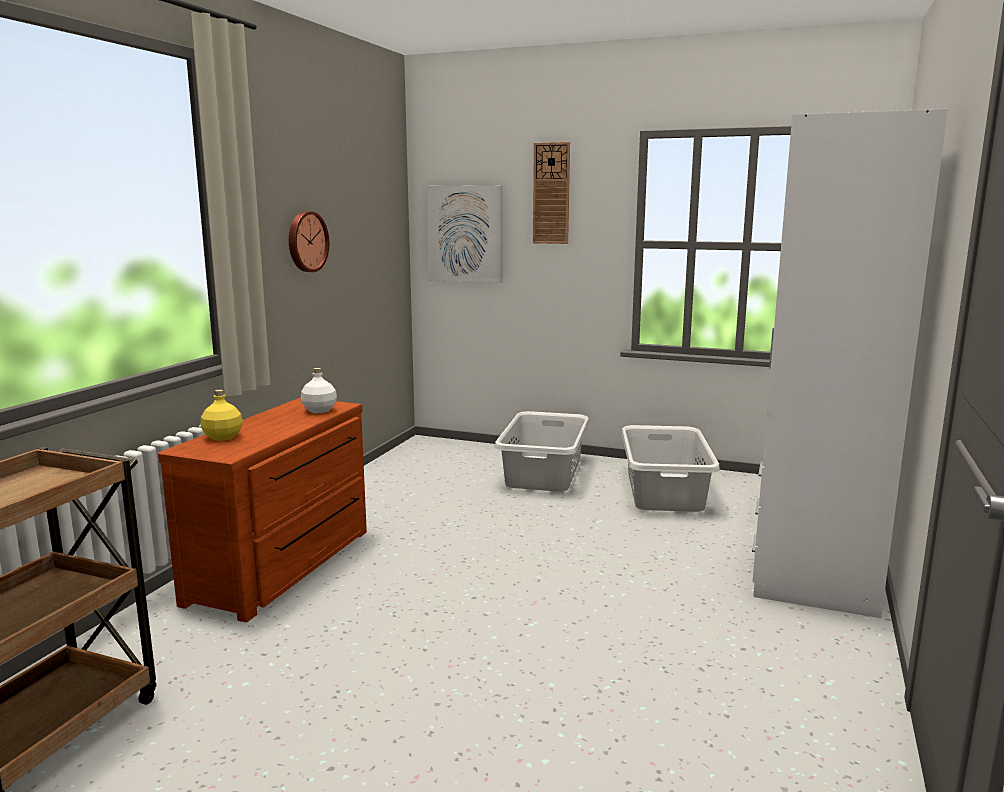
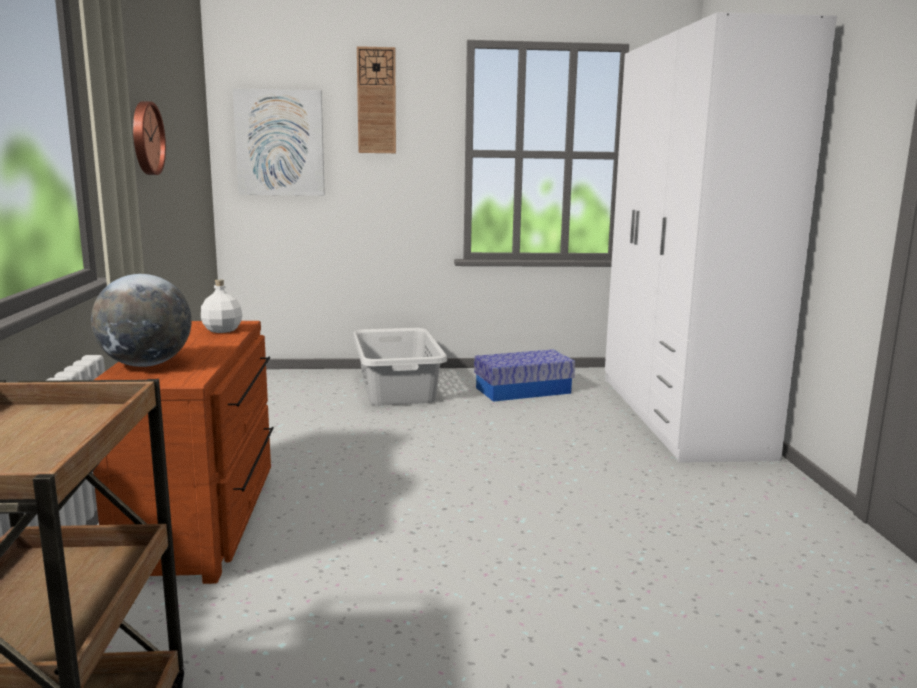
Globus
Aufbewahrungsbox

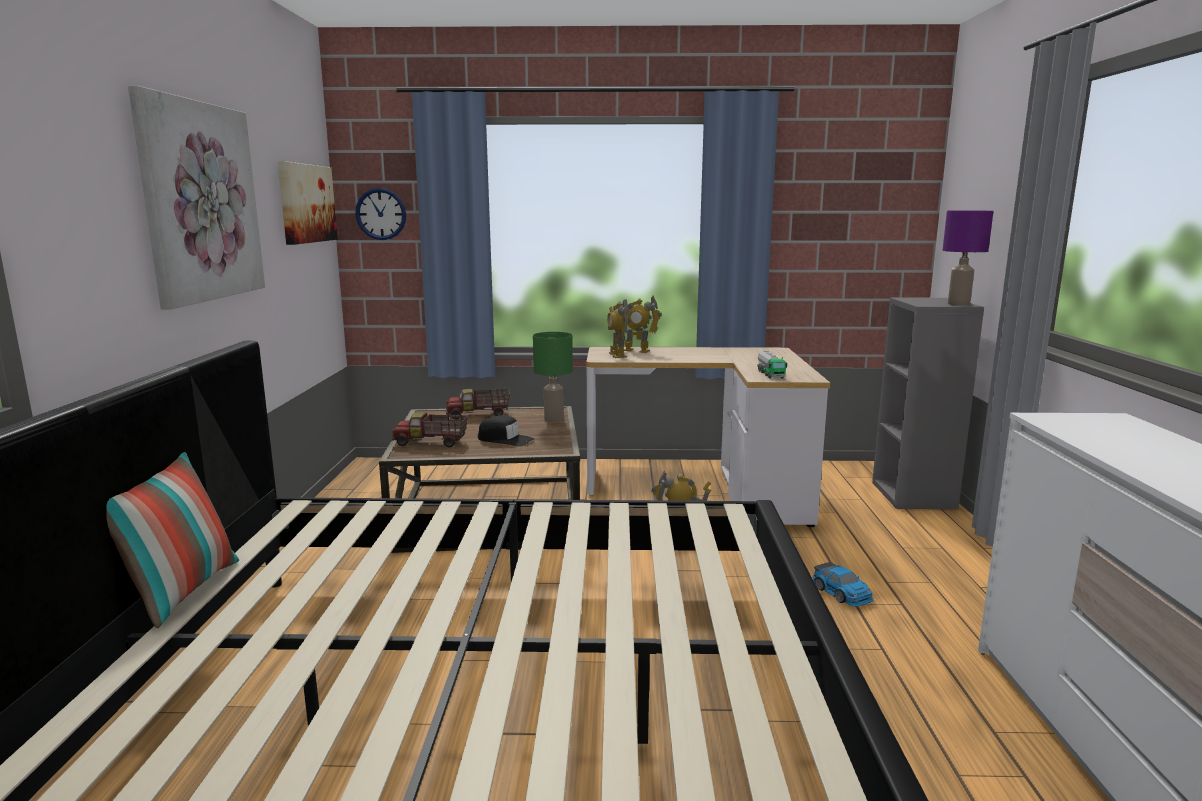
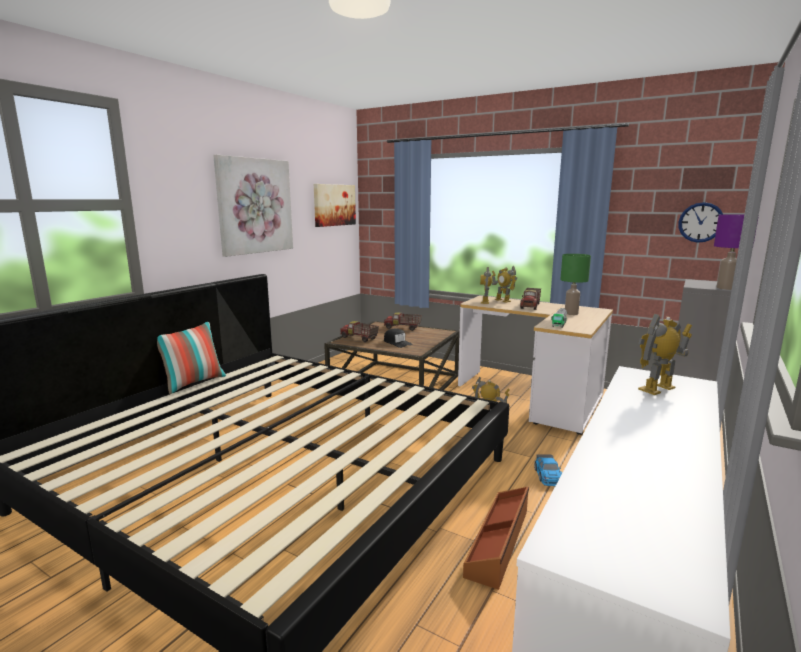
Wanduhr
Tischlampe/grün
Aufbewahrungsbox/braun
Spielzeuglaster (3rd from left)
Spielzeugroboter (4th from left)

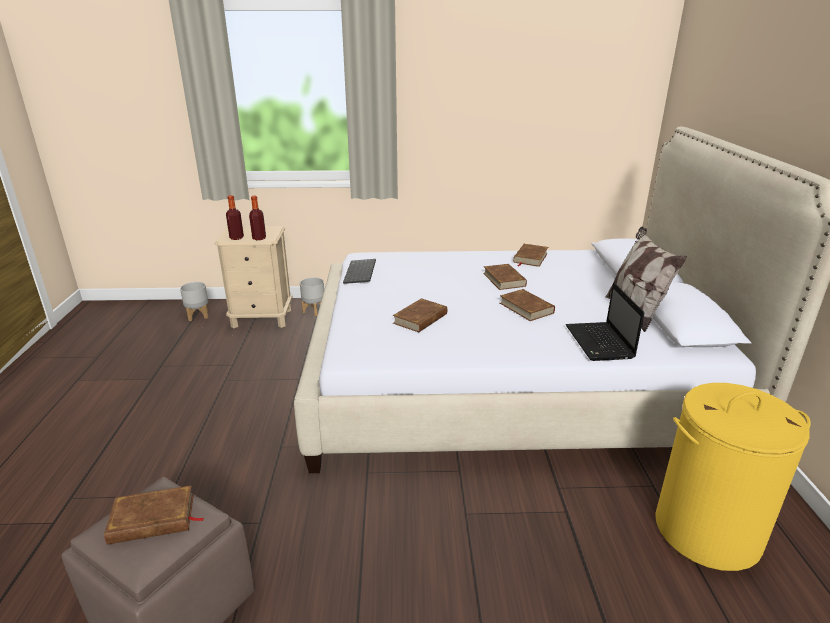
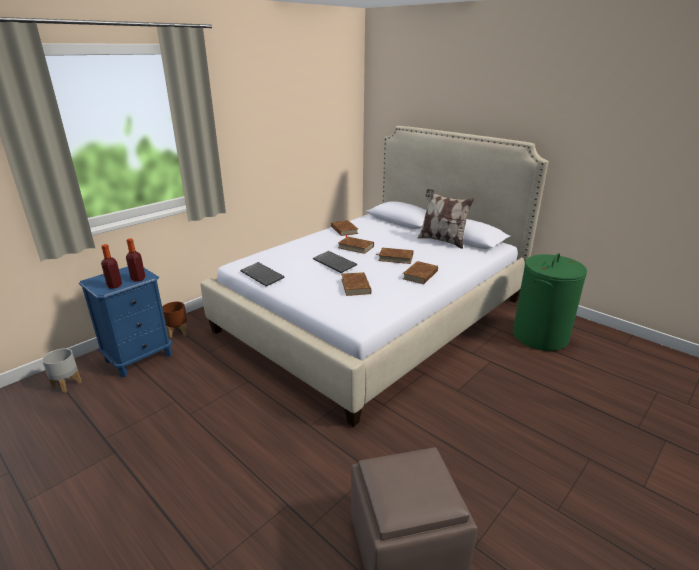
Buch/braun (5th from left)
Nachttisch/blau
Pflanzkübel/braun
Laptop
Wäschekorb/grün
Tastatur (2nd from left)

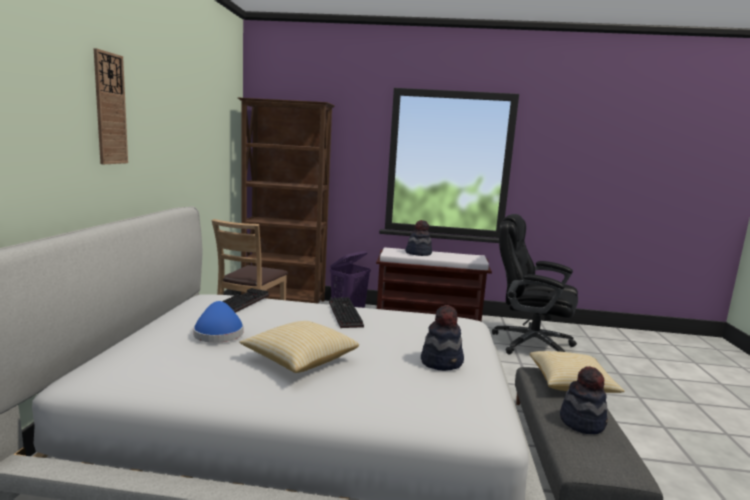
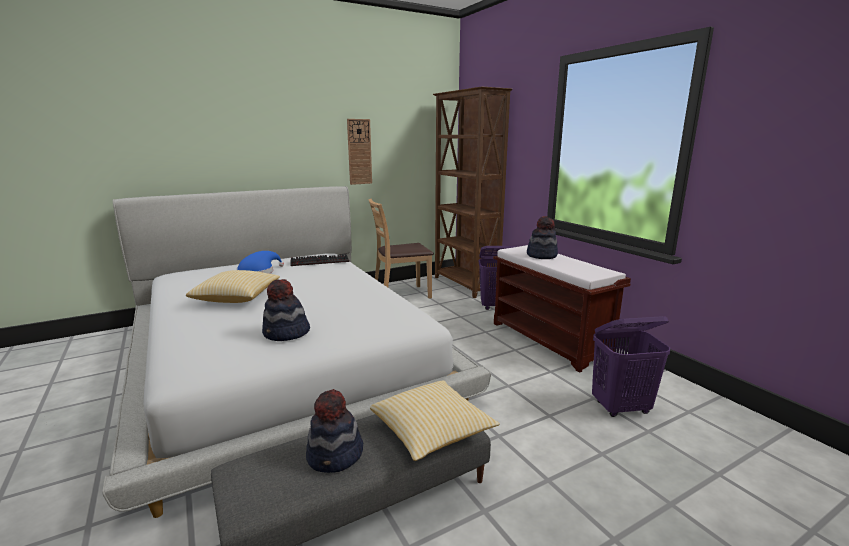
Wanduhr
Tastatur (2nd from left in the first image)
Wäschekorb/lila (2nd from left)

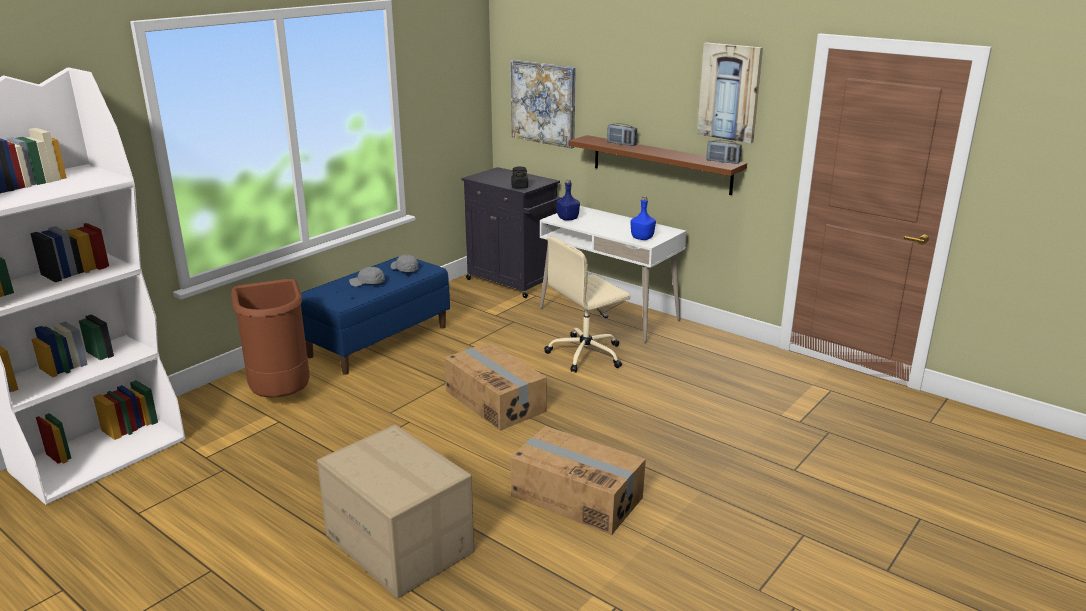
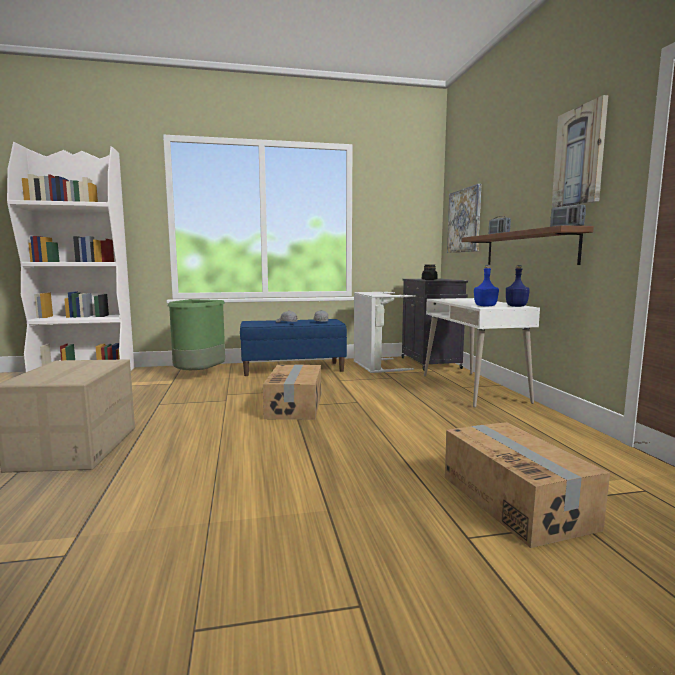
Mülleimer/grün
Karton (3rd from left)
Bürostuhl/beige
Flasche/blau (2nd from left)
Wäschekorb/grau

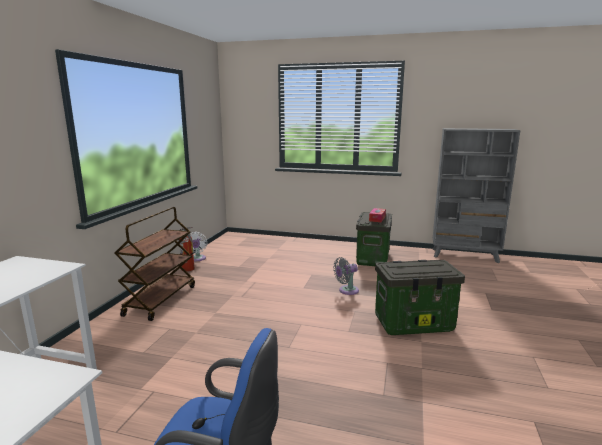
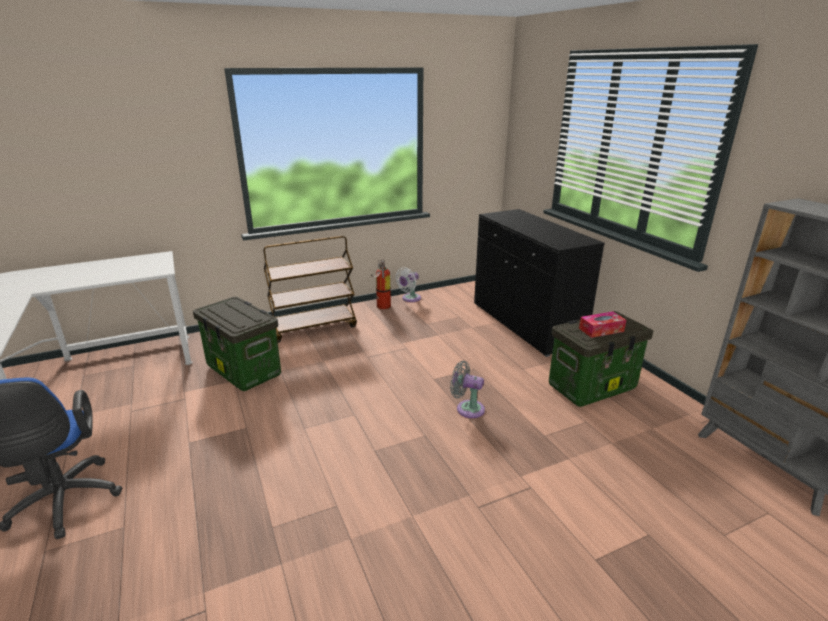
Aufbewahrungsbox (1st from left)
Schrank/schwarz

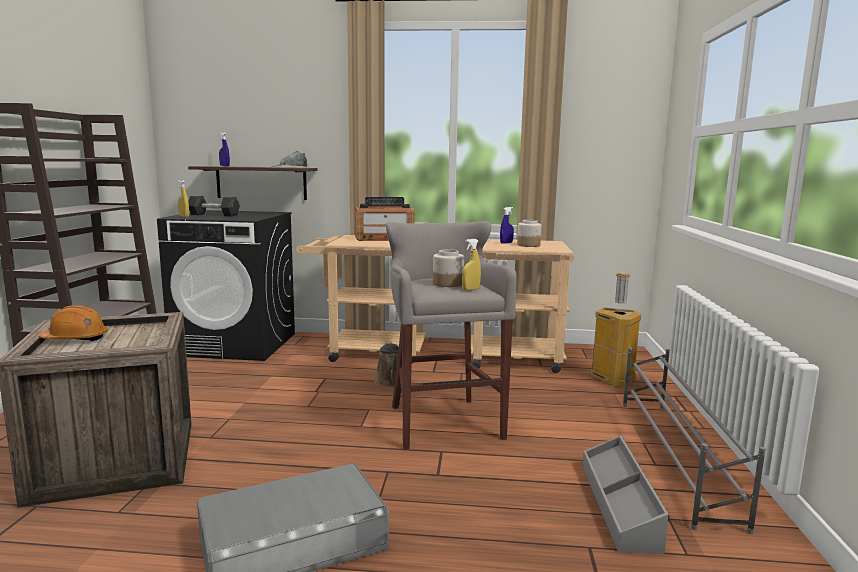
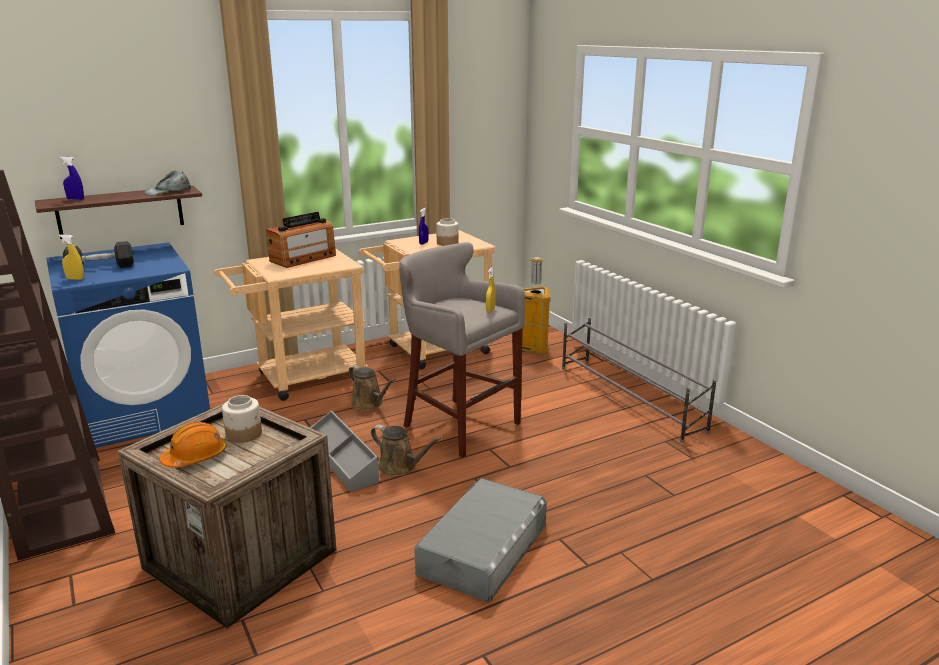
Waschmaschine/blau
Vorratsglas (1st from left)
Aufbewahrungsbox/grau (1st from left)
Gießkanne/braun (2nd from left)

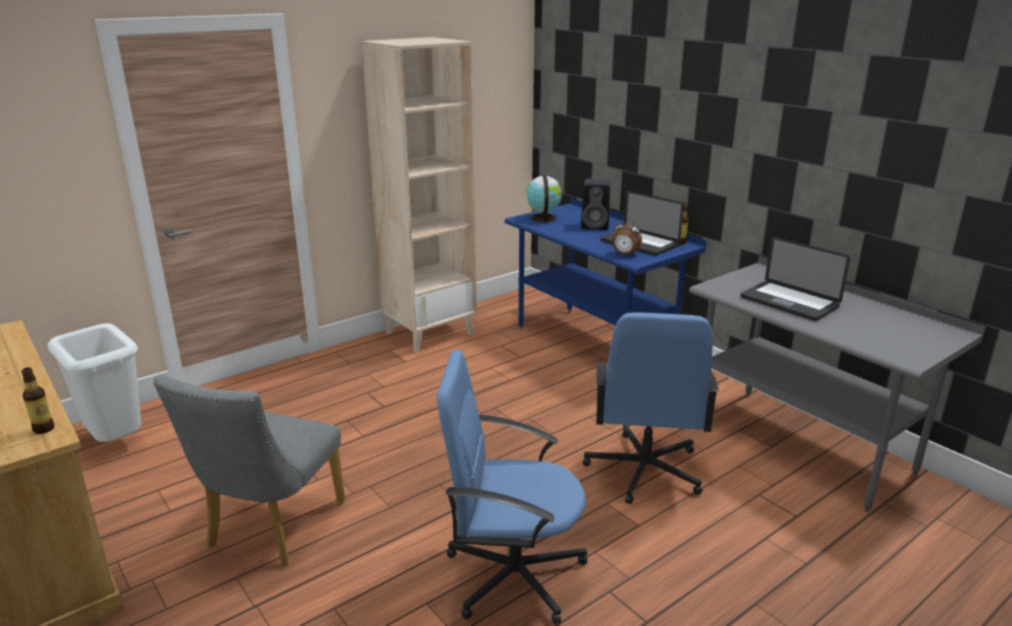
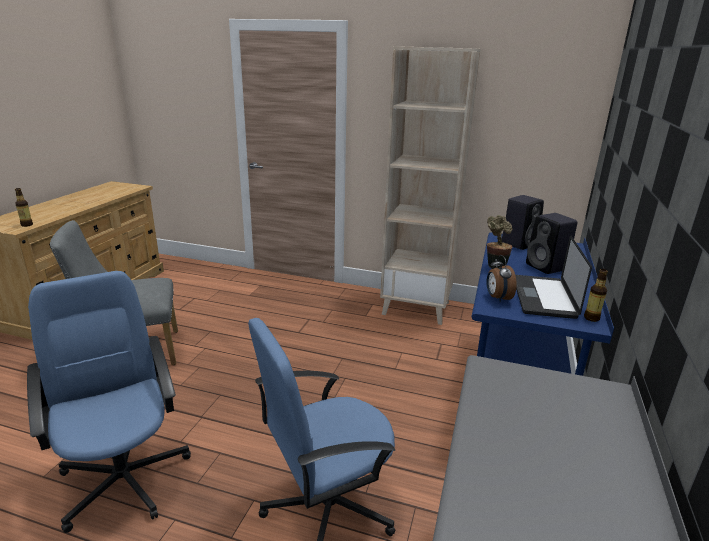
Mülleimer/weiß
Lautsprecher/schwarz (1st from left)
Laptop (2nd from left in the first image)
Topfpflanze

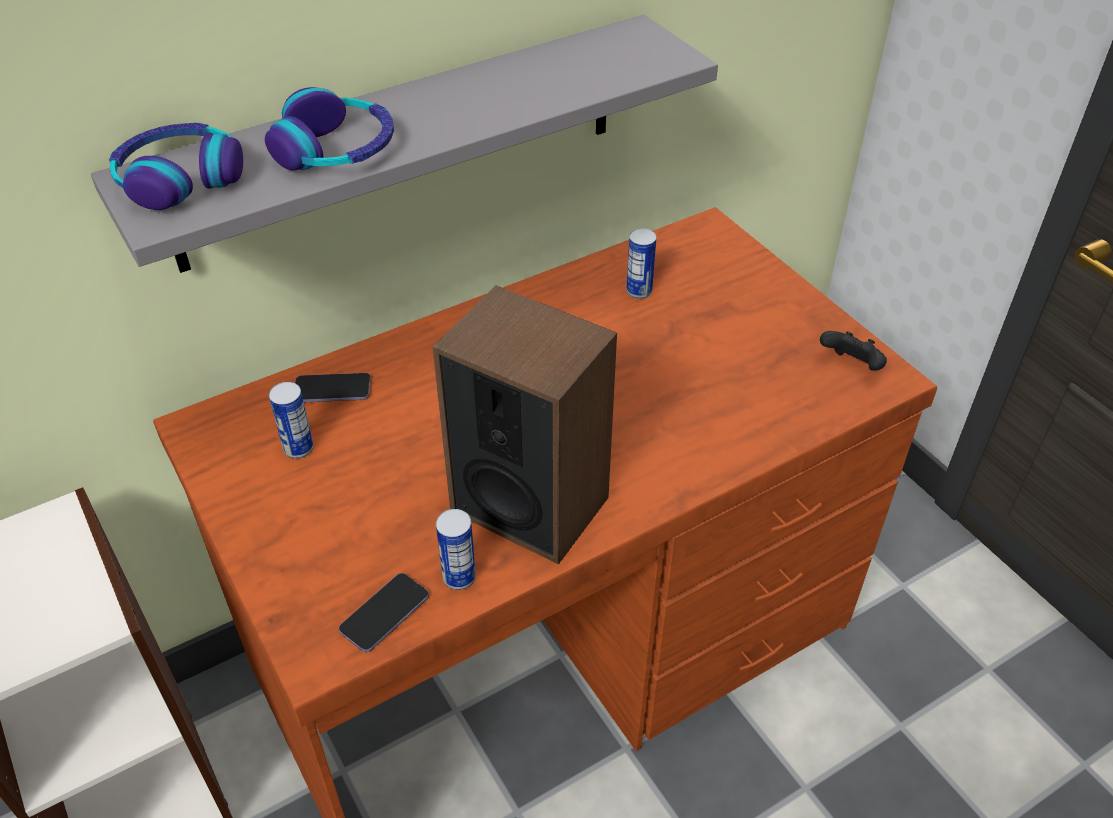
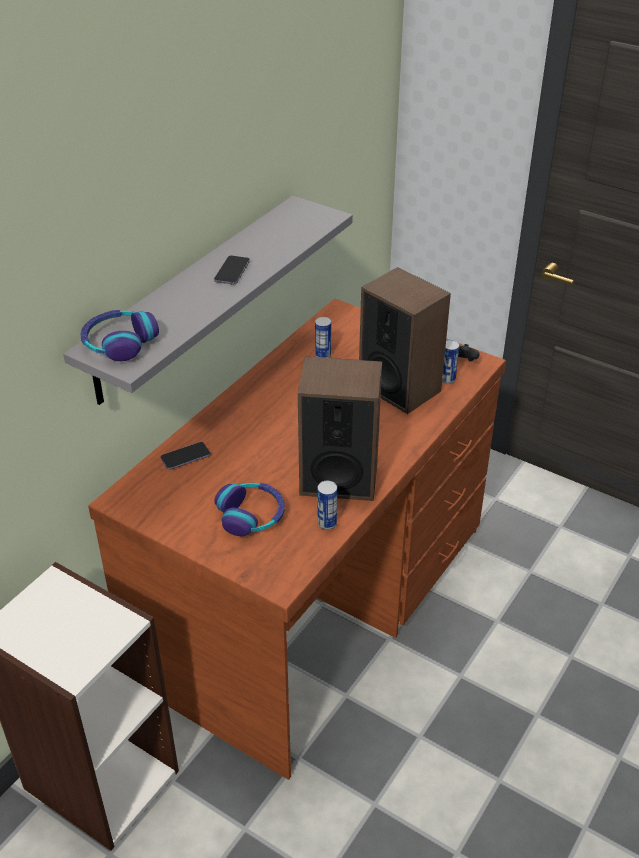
Kopfhörer (2nd from left)
Dose (3rd from left)
Handy (2nd from left)
Lautsprecher (2nd from left)

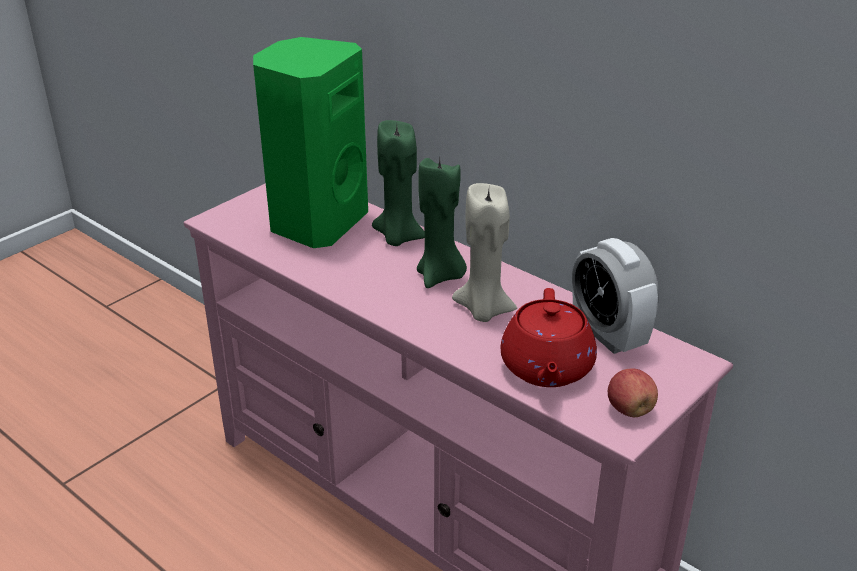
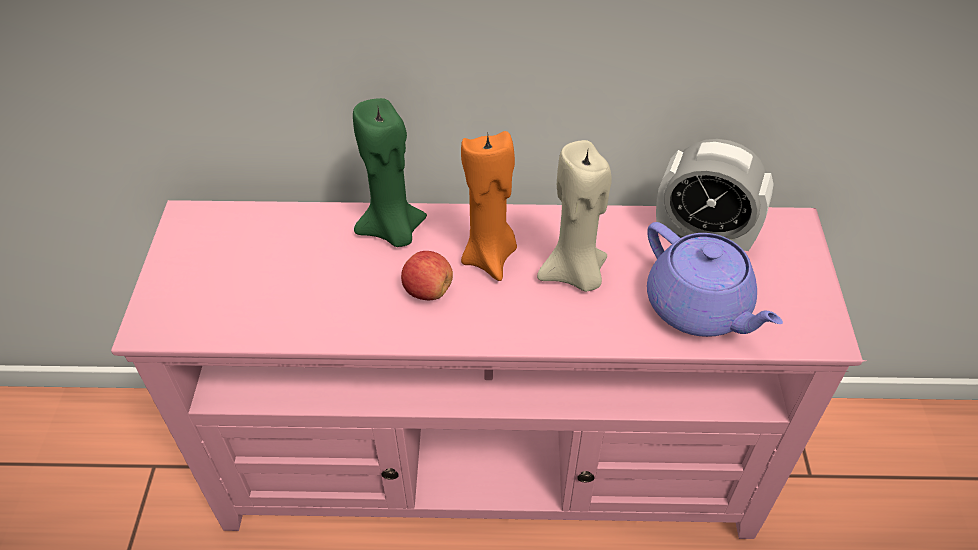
Lautsprecher/grün
Kerze/orange
Teekanne/lila
Apfel

